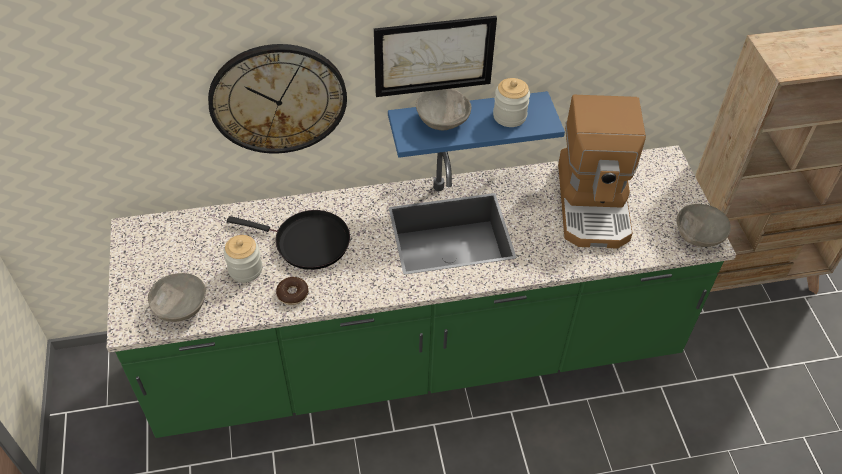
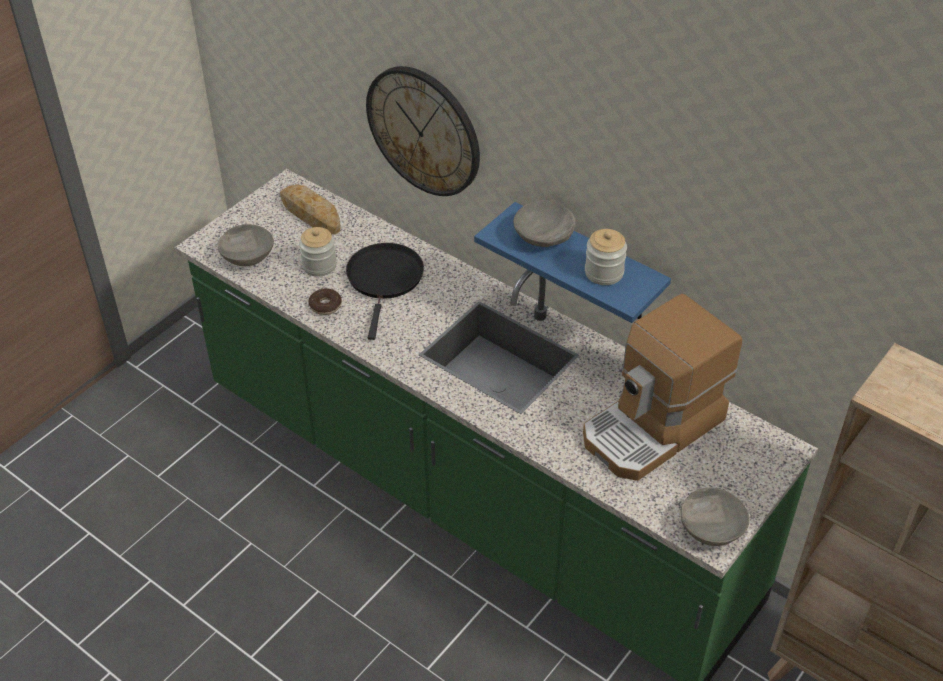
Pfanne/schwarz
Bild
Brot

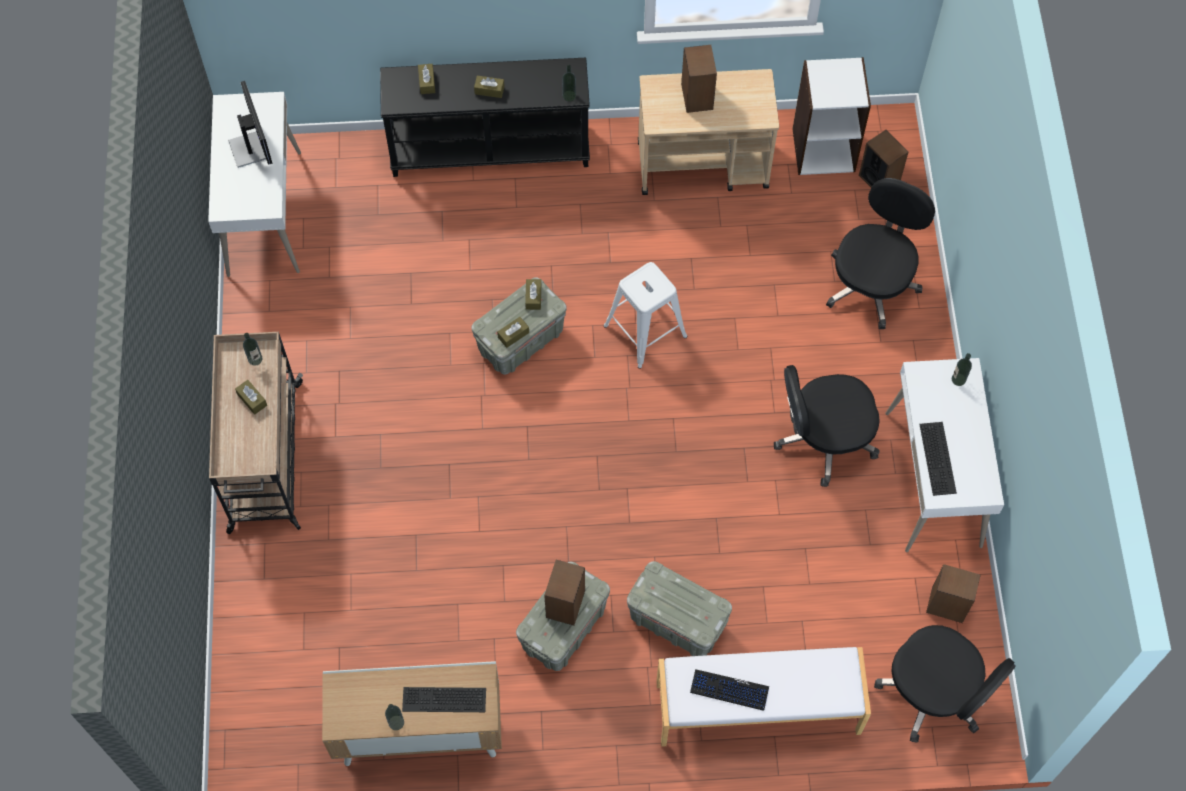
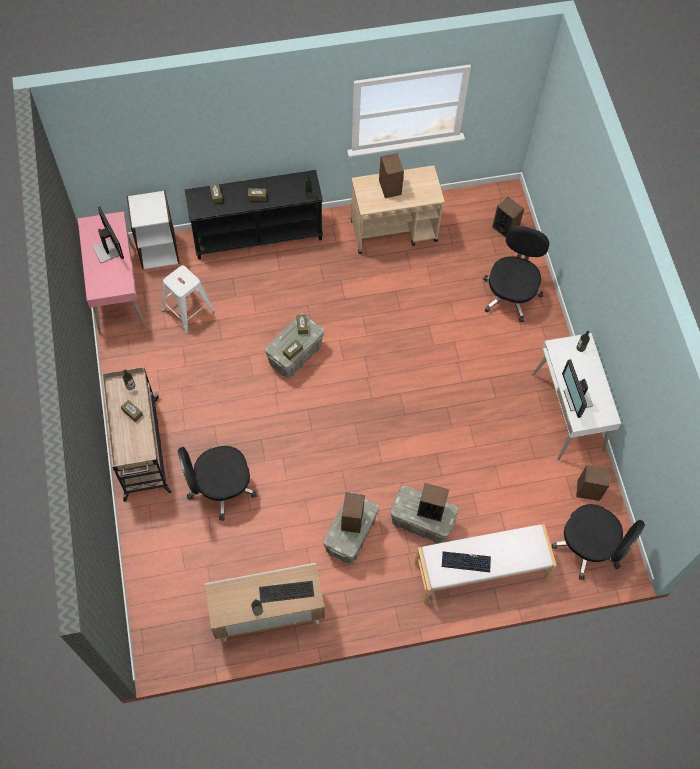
Schreibtisch/rosa
Hocker/weiß
Bürostuhl/schwarz (1st from left)
Bücherregal/weiß
Monitor (2nd from left)
Lautsprecher (3rd from left)

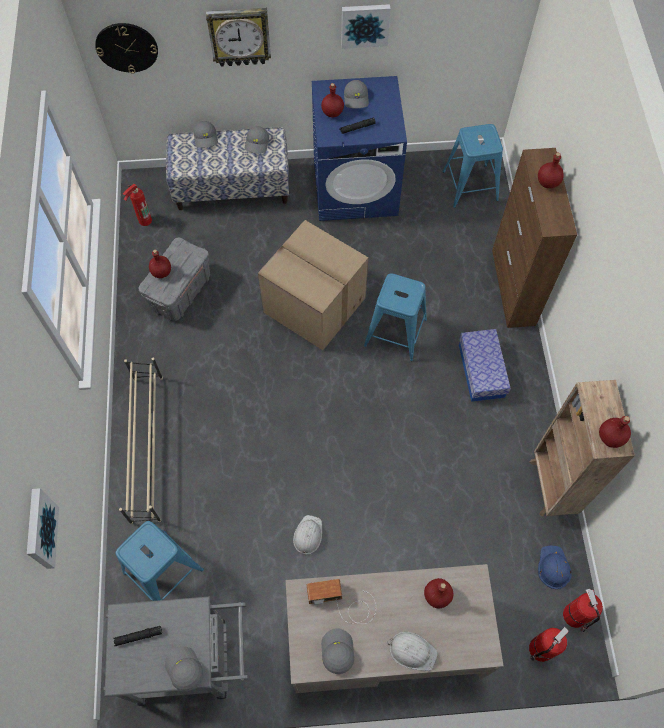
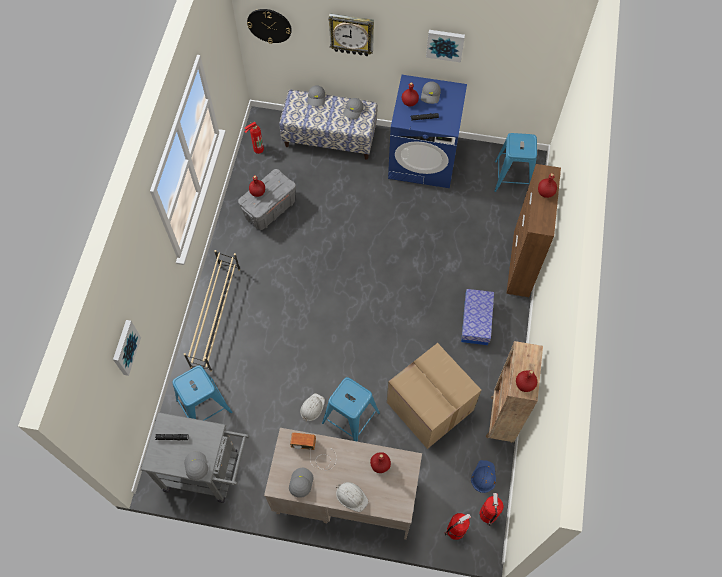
Karton
Hocker/blau (2nd from left)

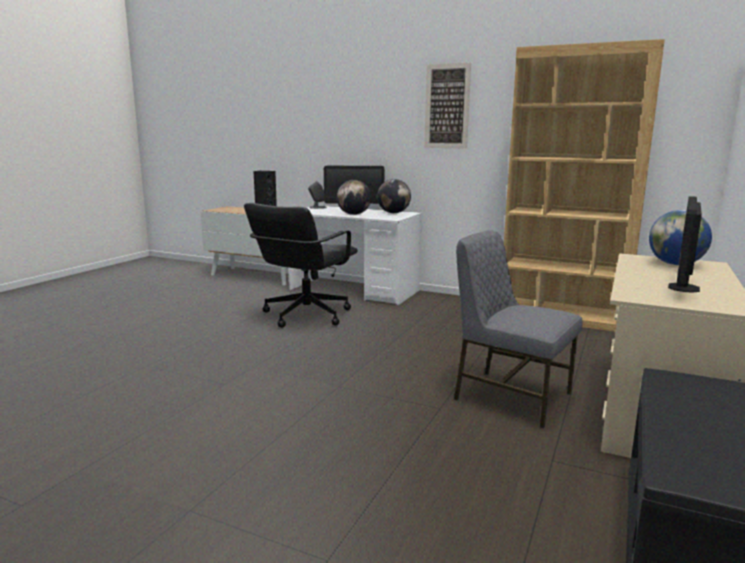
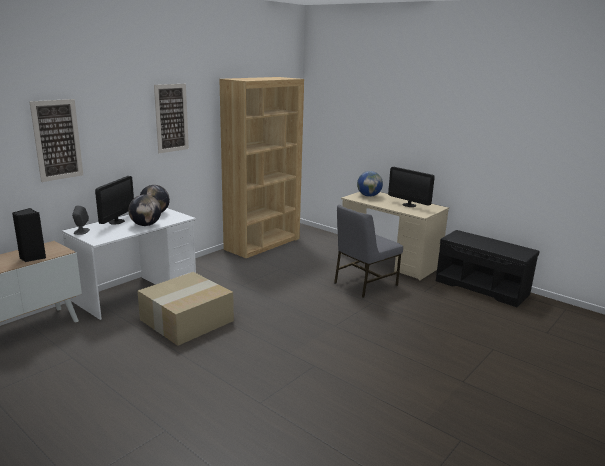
Karton
Bild (1st from left)

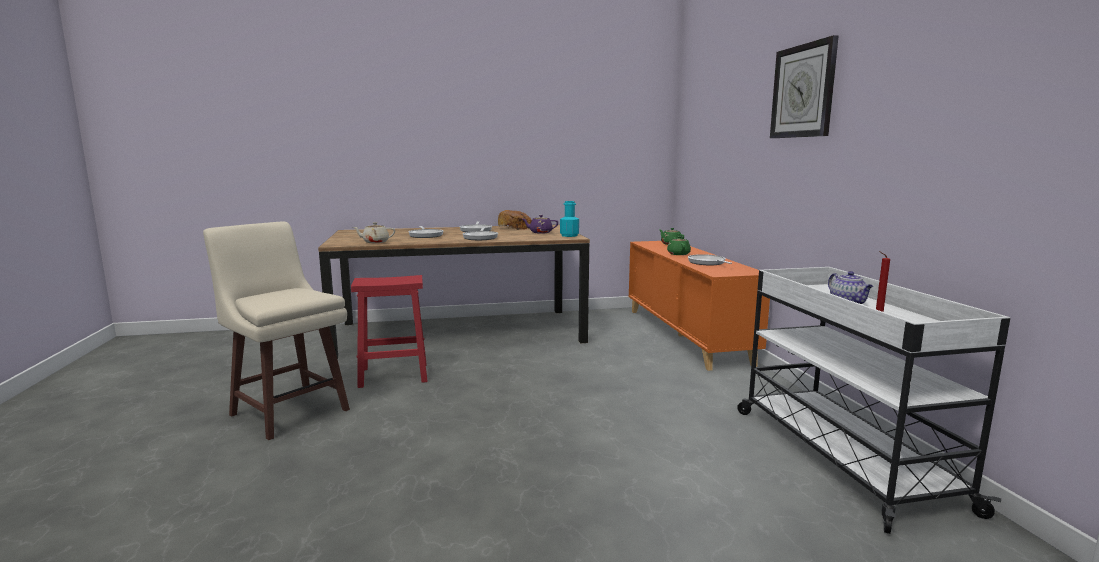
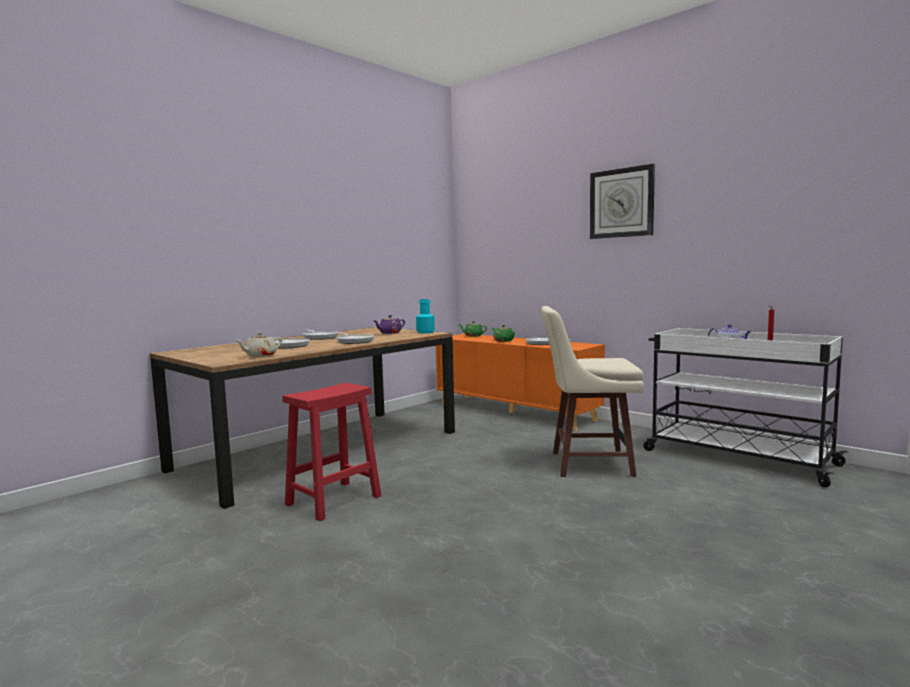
Hocker/beige
Brot

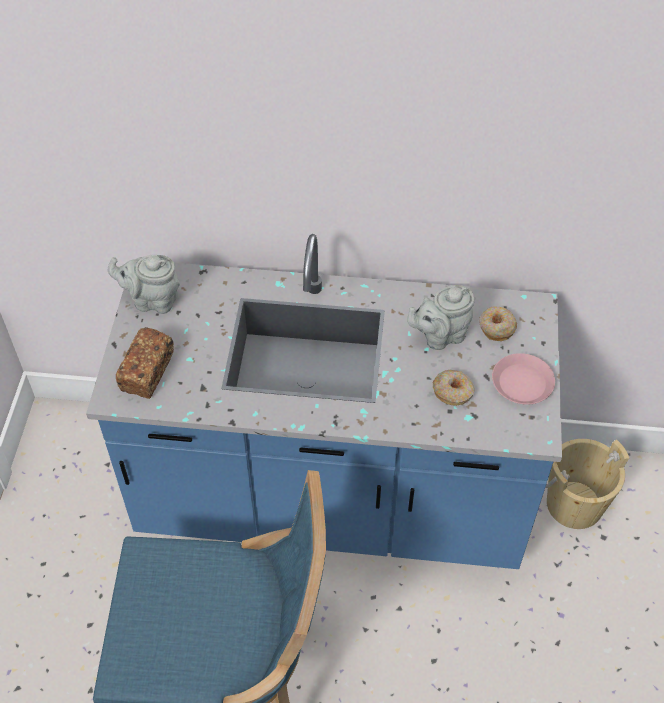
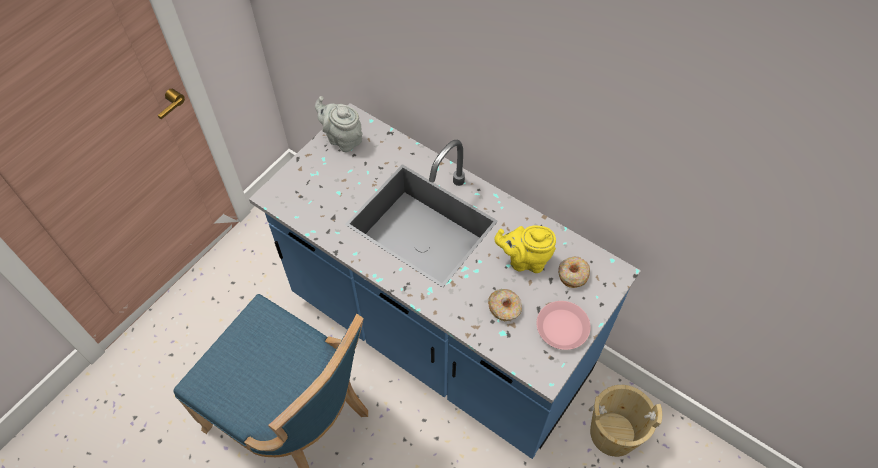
Brot
Teekanne/gelb

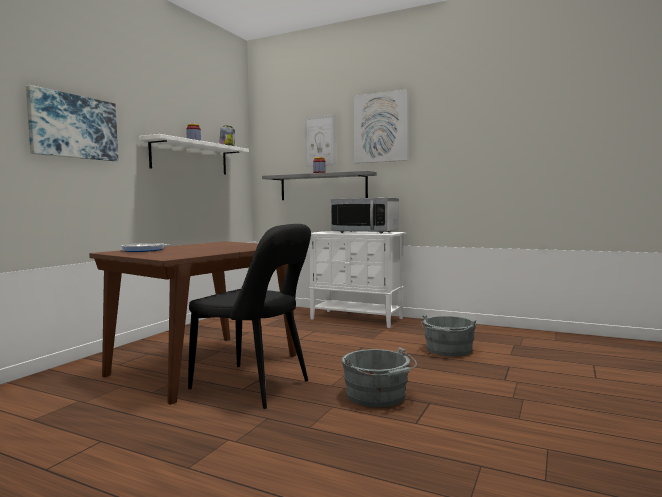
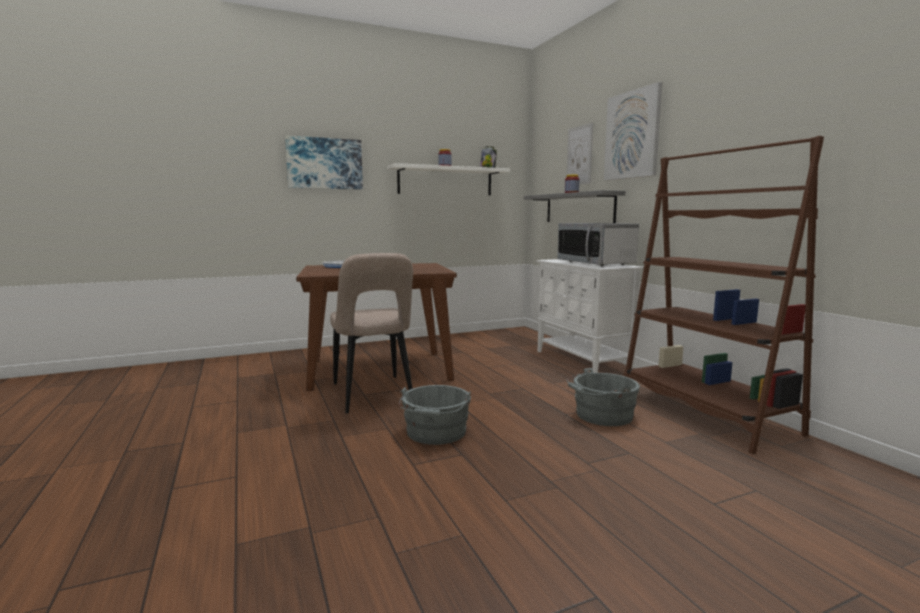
Stuhl/beige
Bücherregal/braun

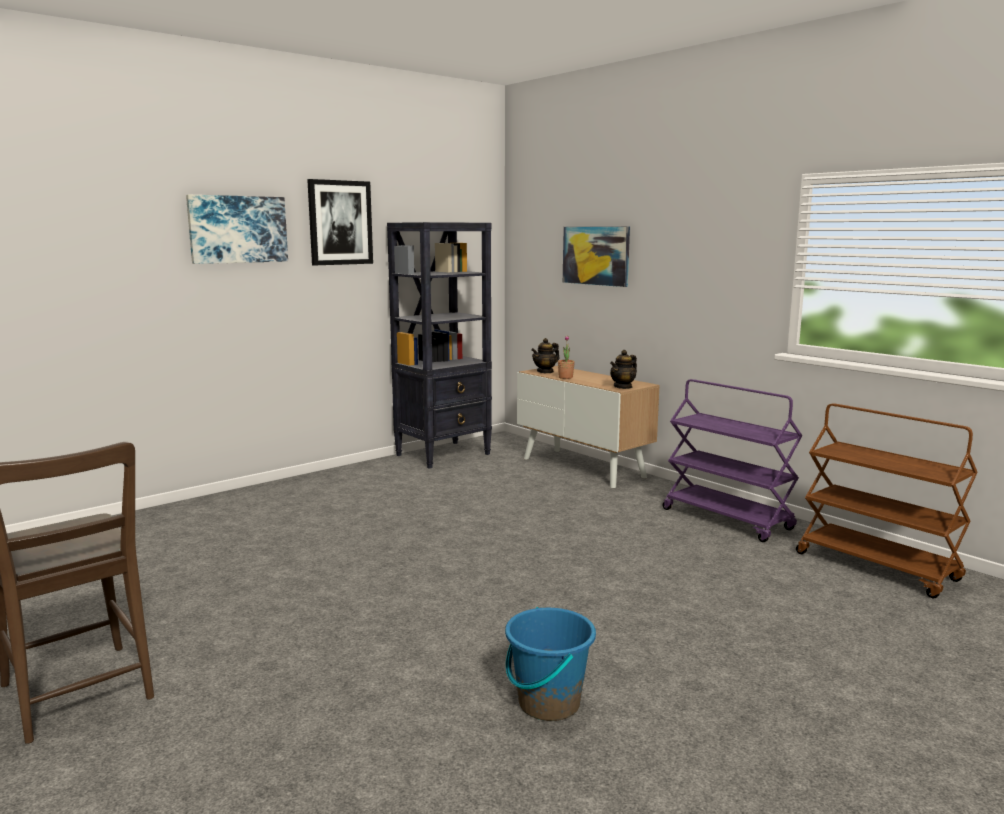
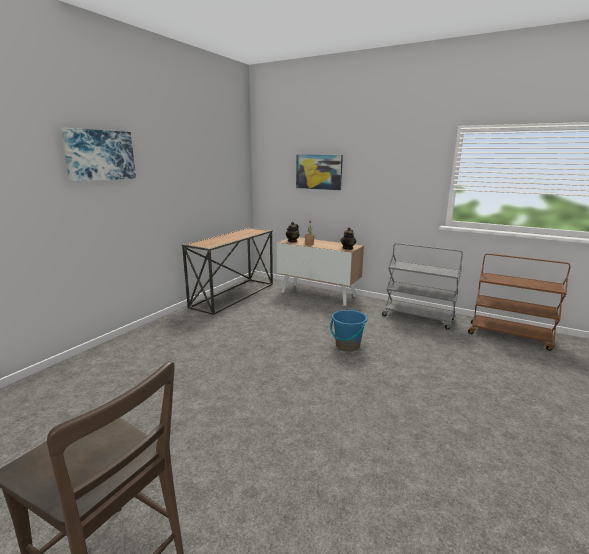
Bild (2nd from left in the first image)
Konsolentisch
Eimer/blau
Rollwagen/grau

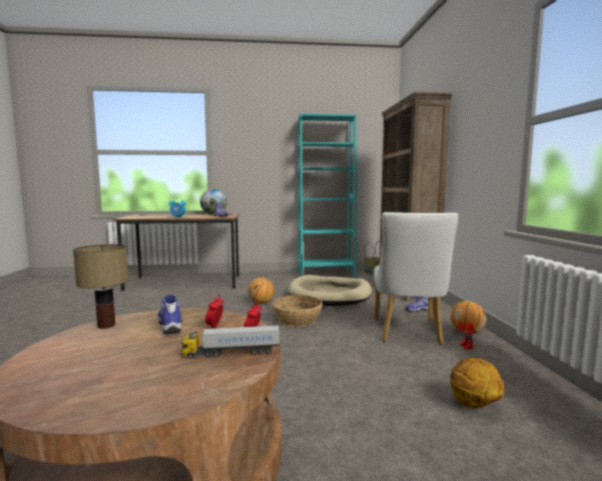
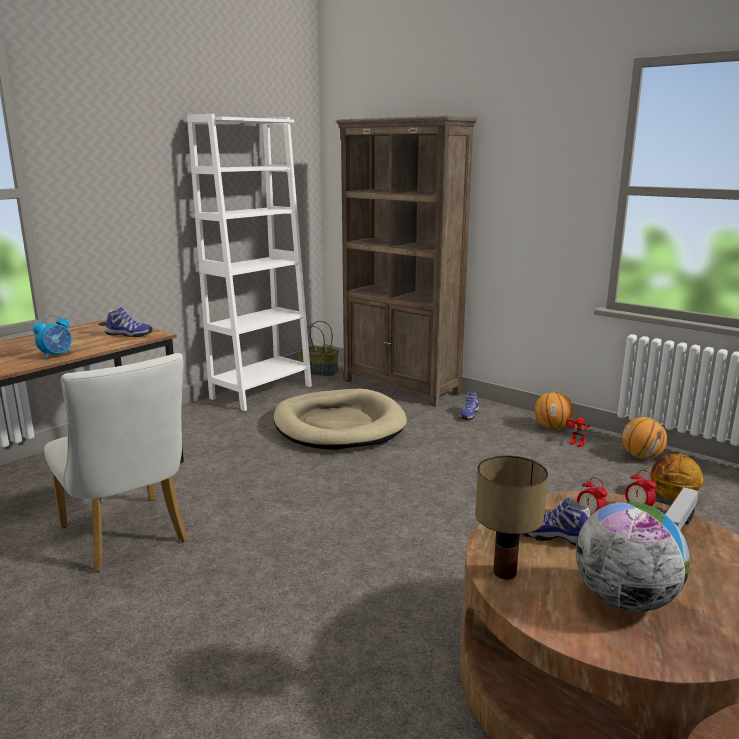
Globus
Basketball (2nd from left)
Korb (1st from left in the first image)
Bücherregal/weiß
Stuhl/weiß

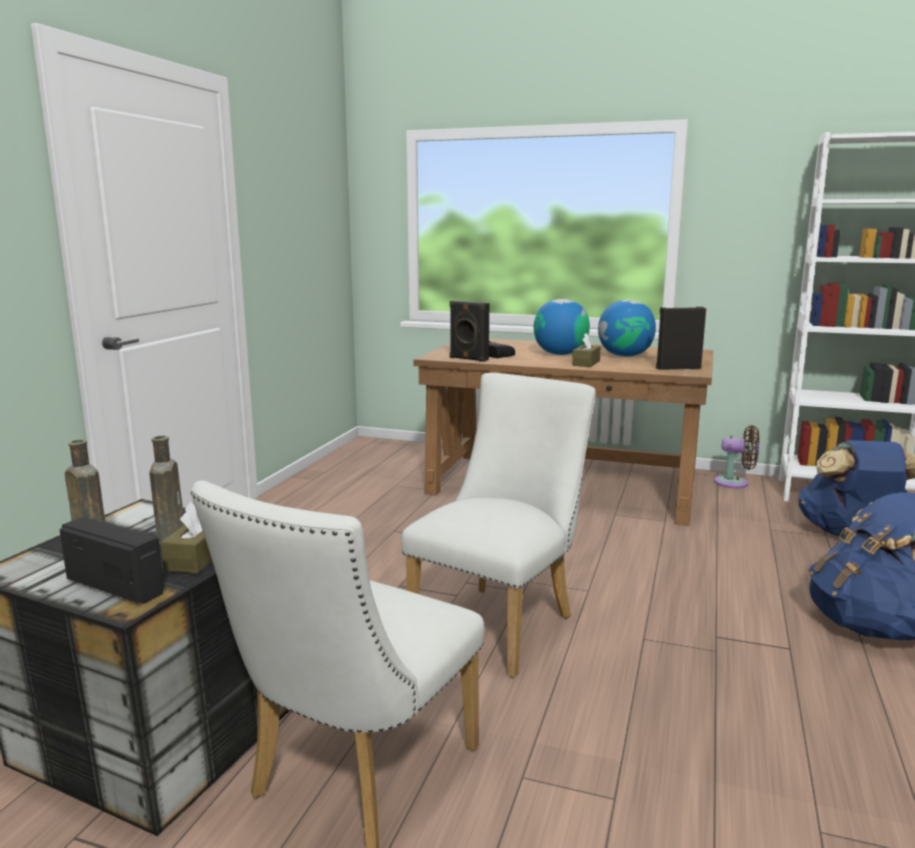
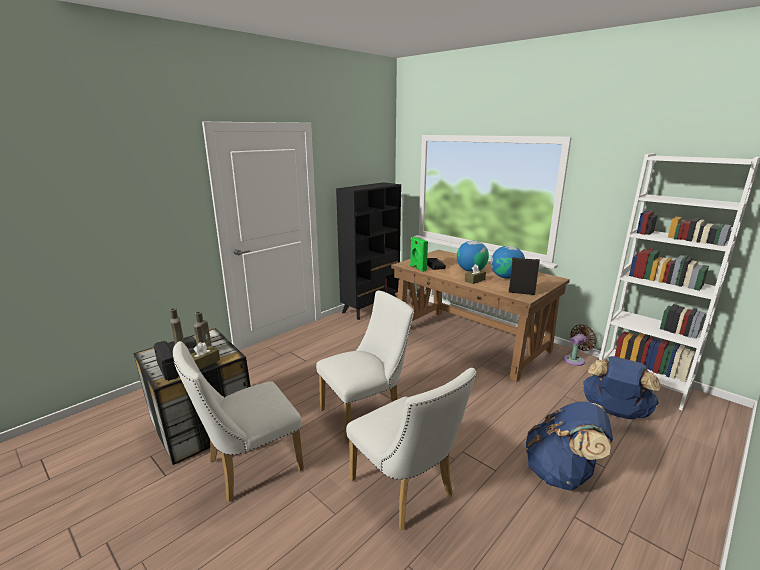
Lautsprecher/grün
Ventilator/braun
Bücherregal/schwarz
Stuhl/weiß (3rd from left)

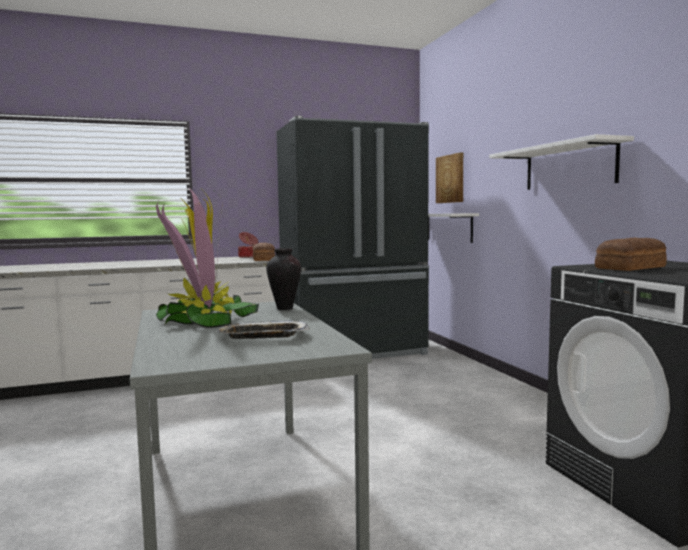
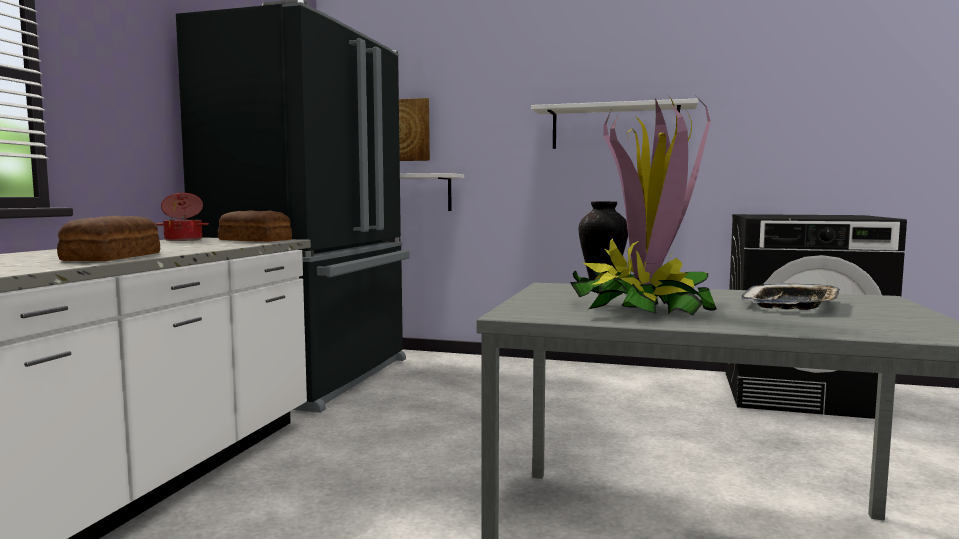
Brot (1st from left)

